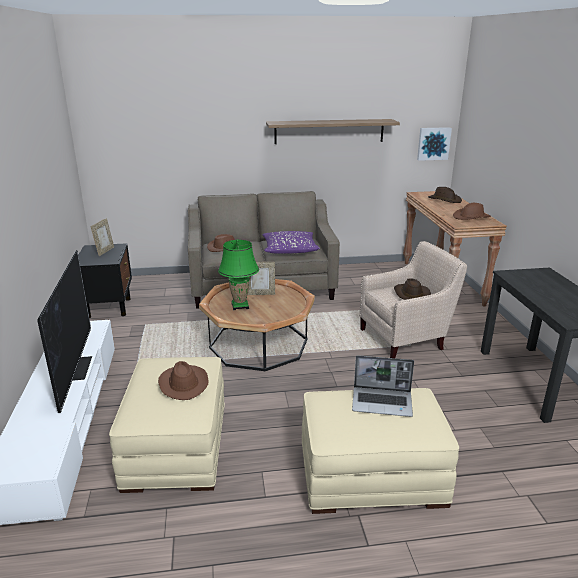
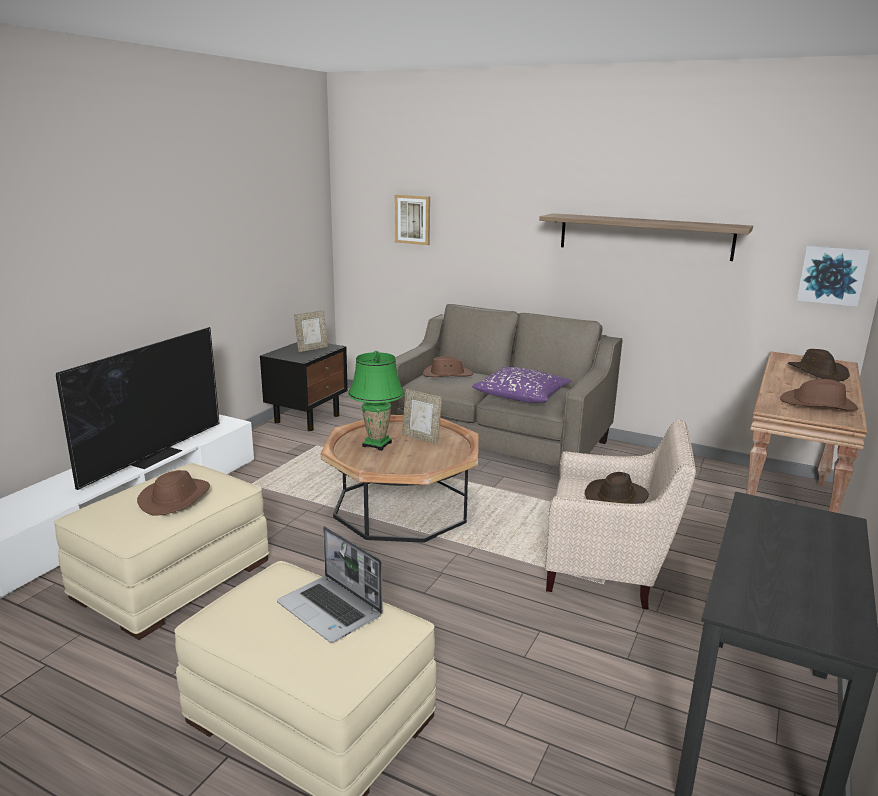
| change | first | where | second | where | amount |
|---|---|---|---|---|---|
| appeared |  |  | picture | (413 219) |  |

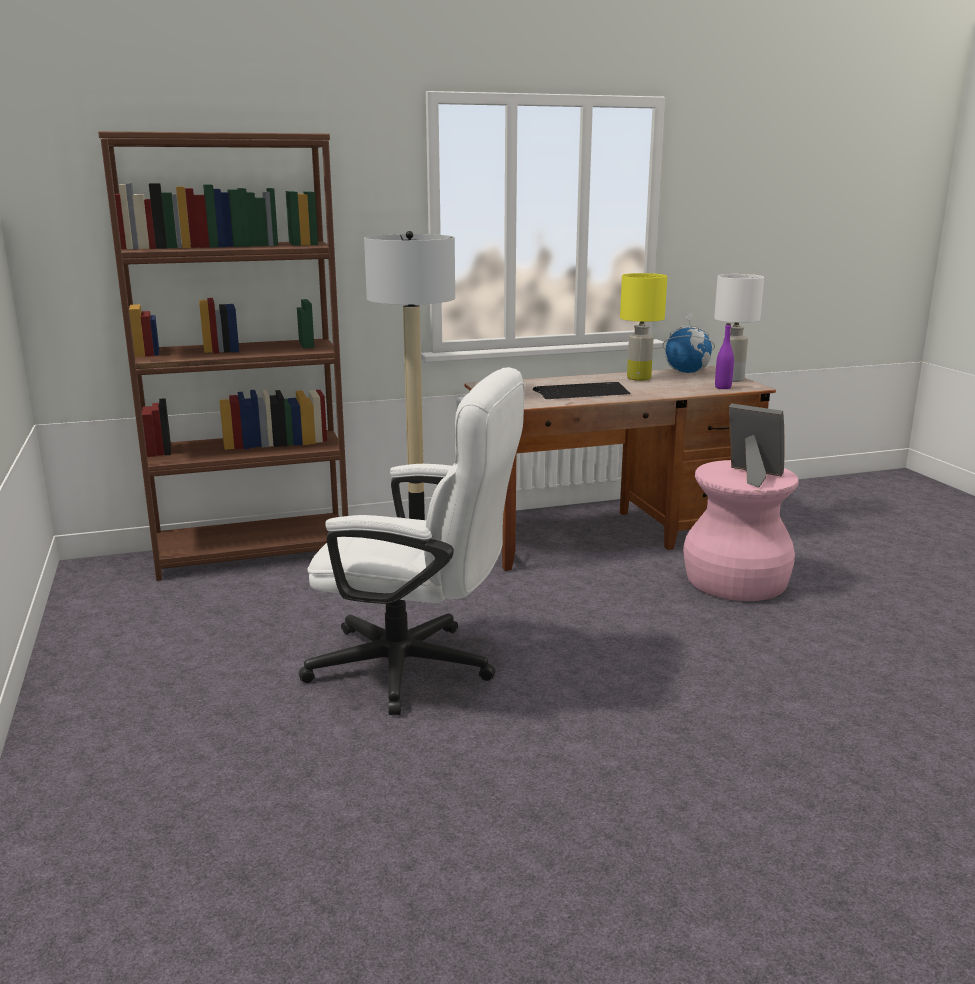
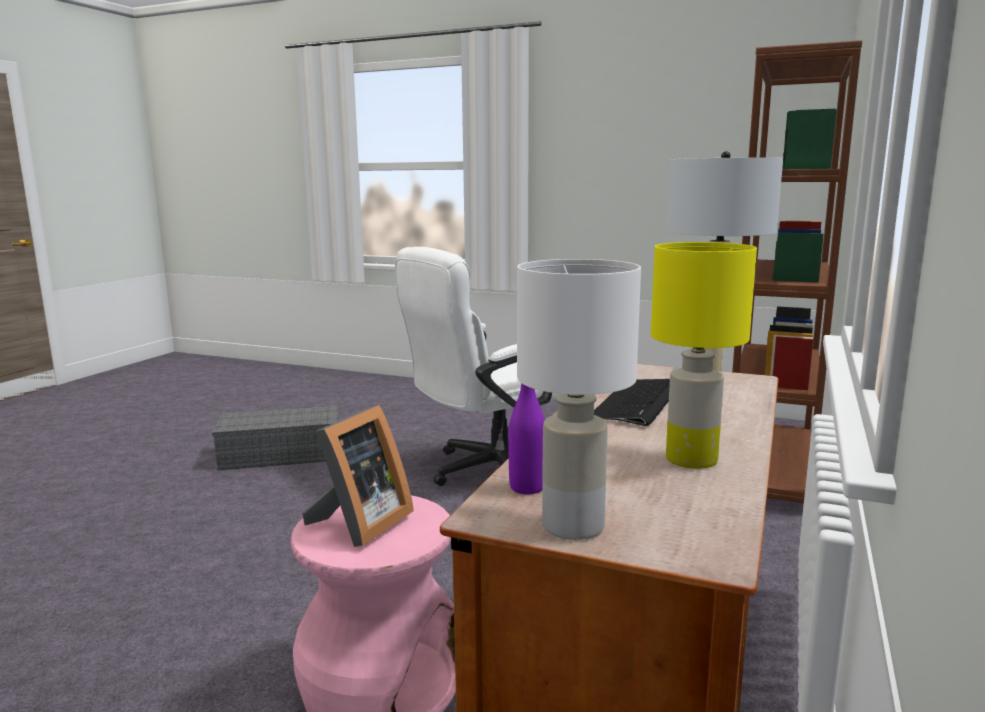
| change | first | where | second | where | amount |
|---|---|---|---|---|---|
| appeared |  |  | grey_storage_container | (283 454) |  |
| spun | standing_frame | (752 476) |  | (359 524) | 45 degrees counterclockwise |
| missing | world_globe | (687 372) |  |  |  |

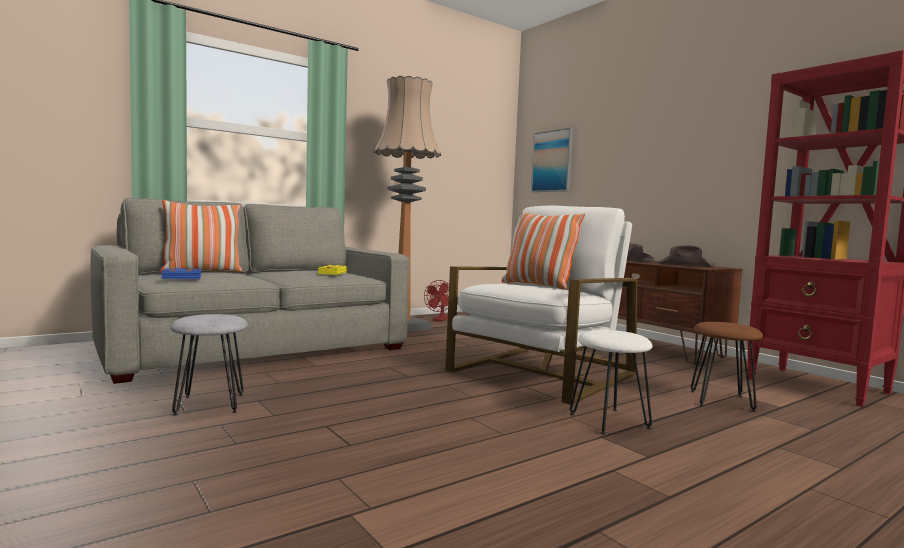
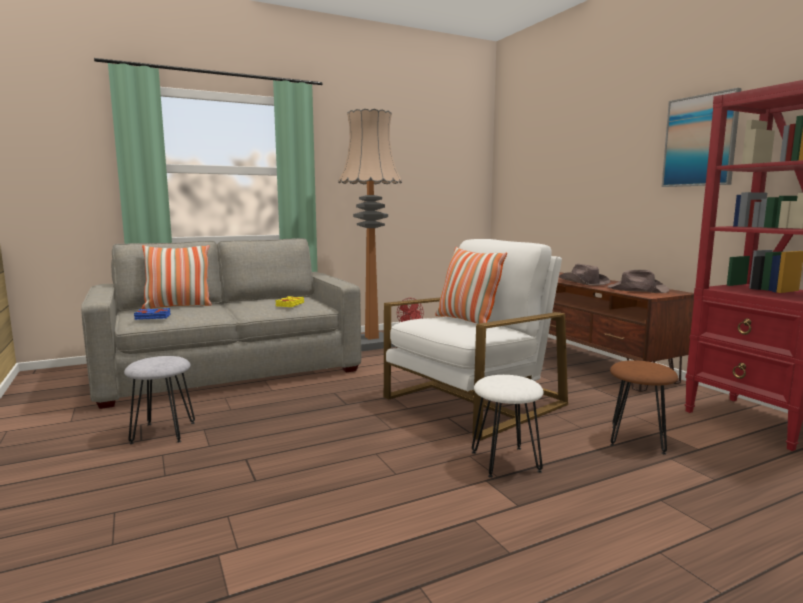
| change | first | where | second | where | amount |
|---|---|---|---|---|---|
| relocated | picture | (552 161) |  | (700 141) |  |

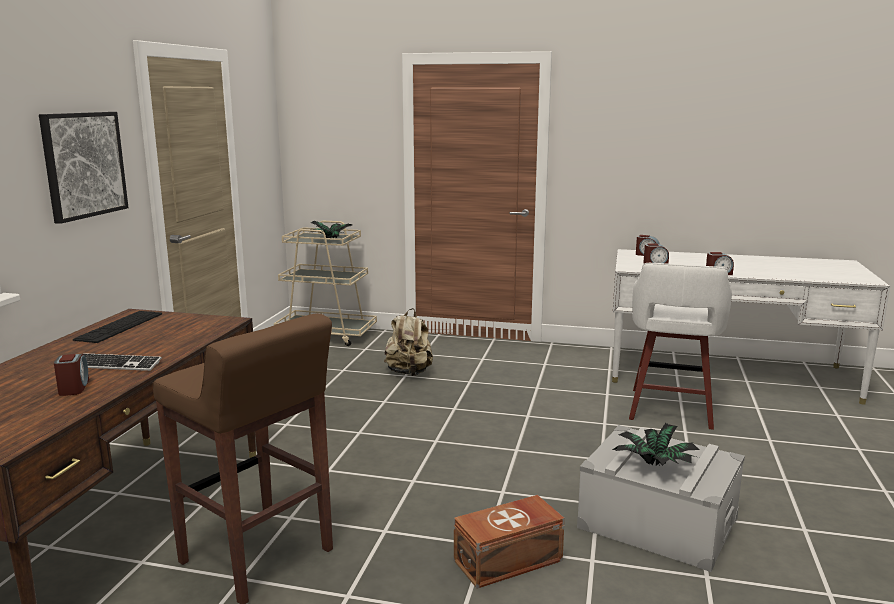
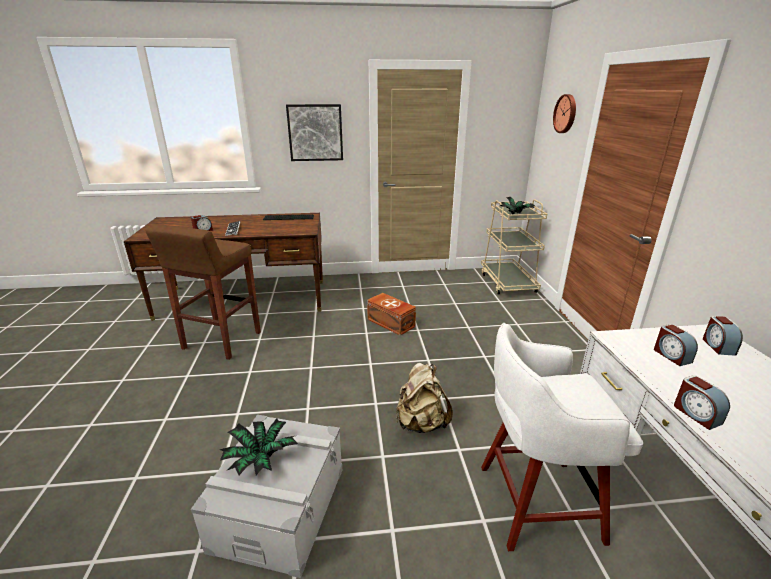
| change | first | where | second | where | amount |
|---|---|---|---|---|---|
| relocated | brown_storage_container | (510 561) |  | (391 323) |  |
| relocated | beige-coloured_backpack | (409 373) |  | (421 423) |  |
| appeared |  |  | hanging_clock | (566 114) |  |

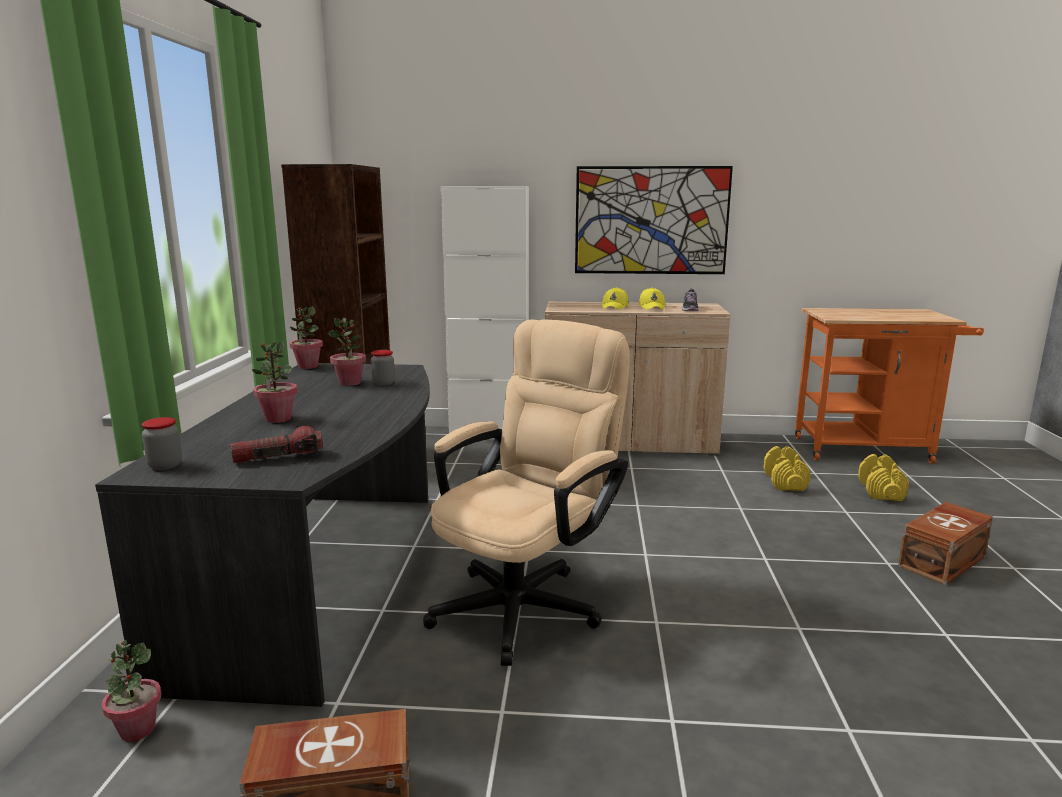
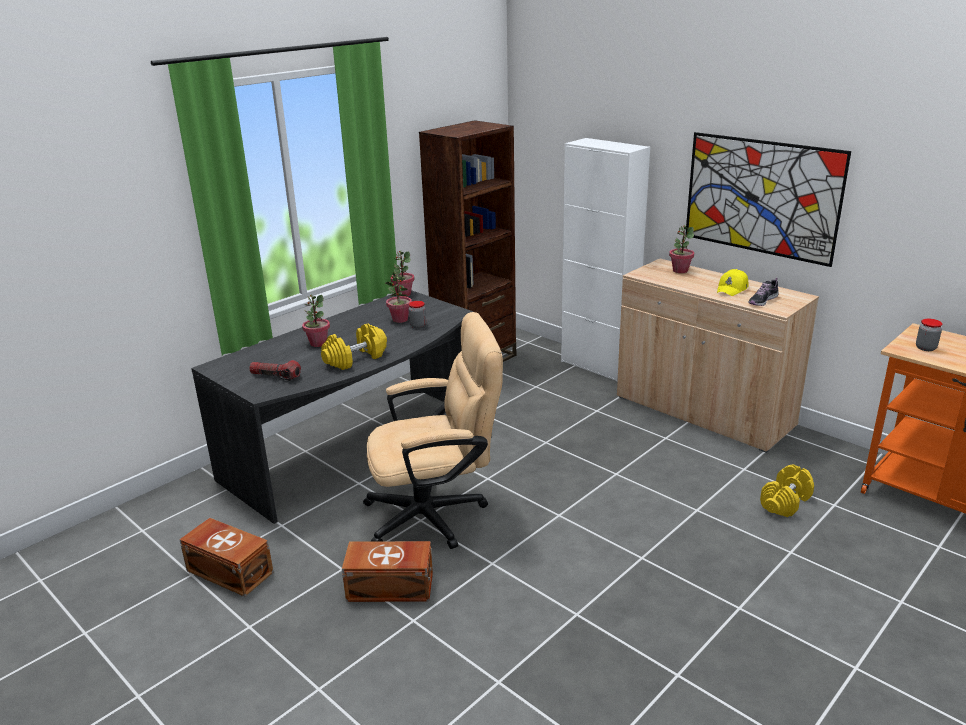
| change | first | where | second | where | amount |
|---|---|---|---|---|---|
| relocated | yellowish_hand_weight | (880 490) |  | (355 359) |  |
| relocated | brown_storage_container | (944 561) |  | (391 588) |  |
| relocated | potted_plant | (137 730) |  | (680 270) |  |
| relocated | storage_jar | (165 465) |  | (925 348) |  |
| missing | yellowish_baseball_cap | (615 307) |  |  |  |

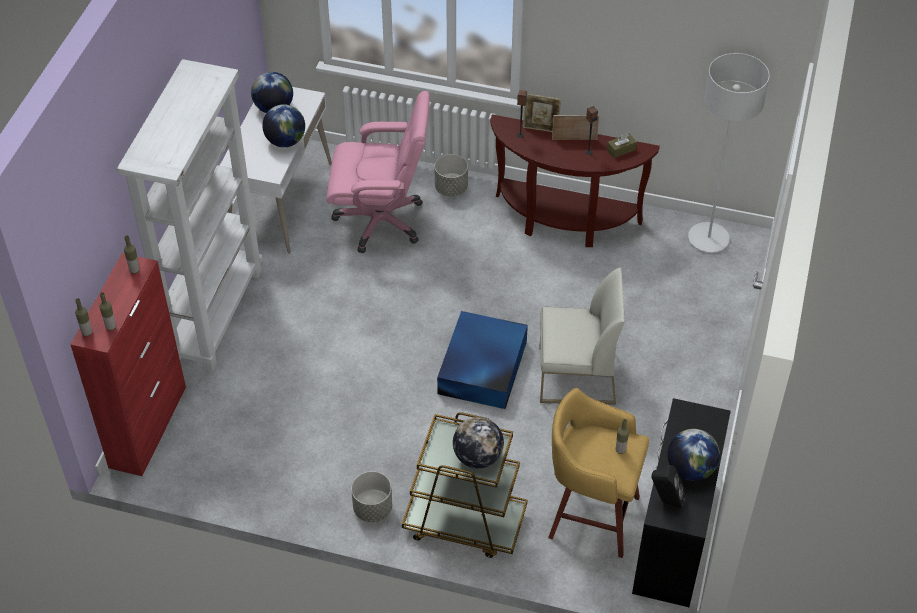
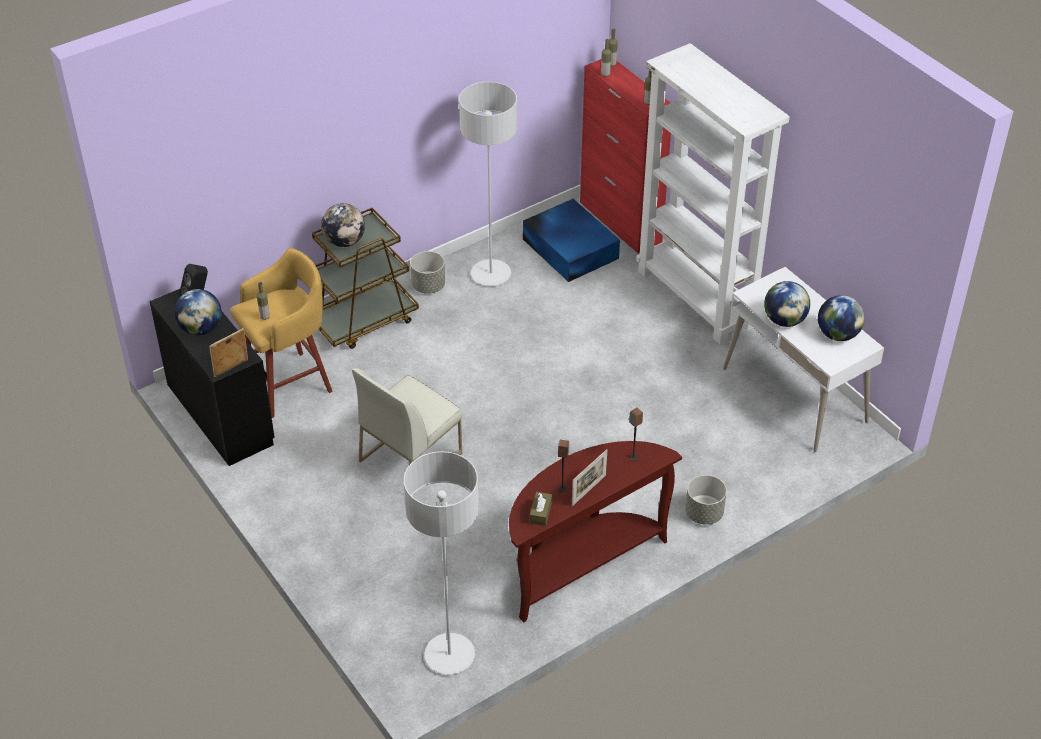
| change | first | where | second | where | amount |
|---|---|---|---|---|---|
| relocated | standing_frame | (541 129) |  | (231 369) |  |
| appeared |  |  | grey_standing_lamp | (491 274) |  |
| relocated | blue_storage_container | (481 368) |  | (570 248) |  |
| missing | pink_desk_chair | (381 220) |  |  |  |

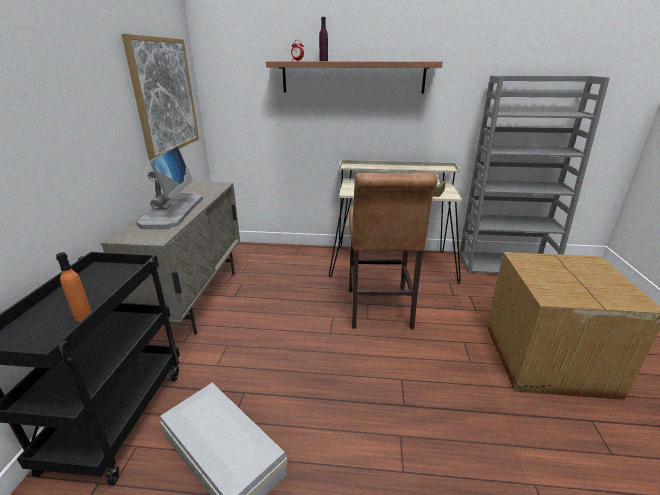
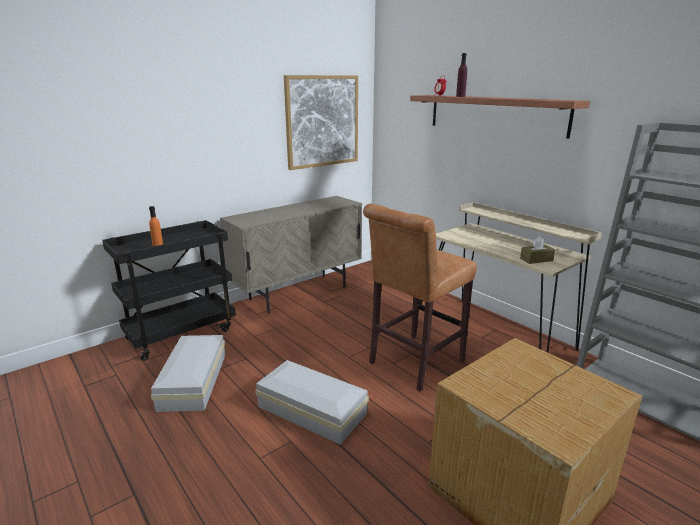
| change | first | where | second | where | amount |
|---|---|---|---|---|---|
| appeared |  |  | white_storage_container | (311 409) |  |
| missing | computer_display | (173 210) |  |  |  |

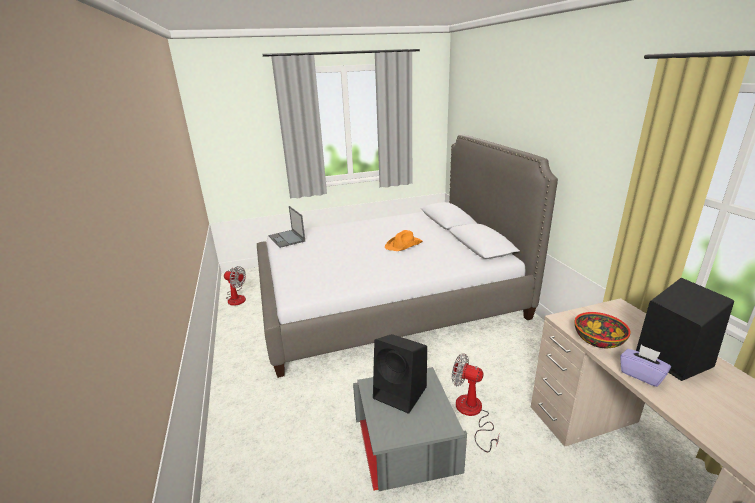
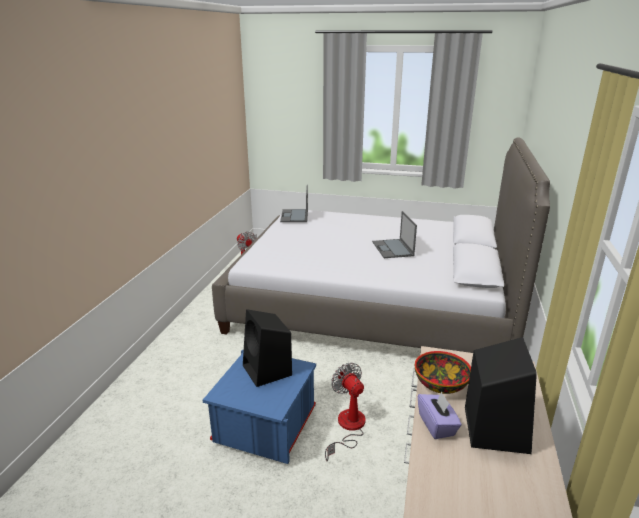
| change | first | where | second | where | amount |
|---|---|---|---|---|---|
| colour | grey_storage_container | (405 448) | blue_storage_container | (263 425) |  |
| exchanged | orange_wearable_hat | (404 245) | laptop | (393 249) |  |

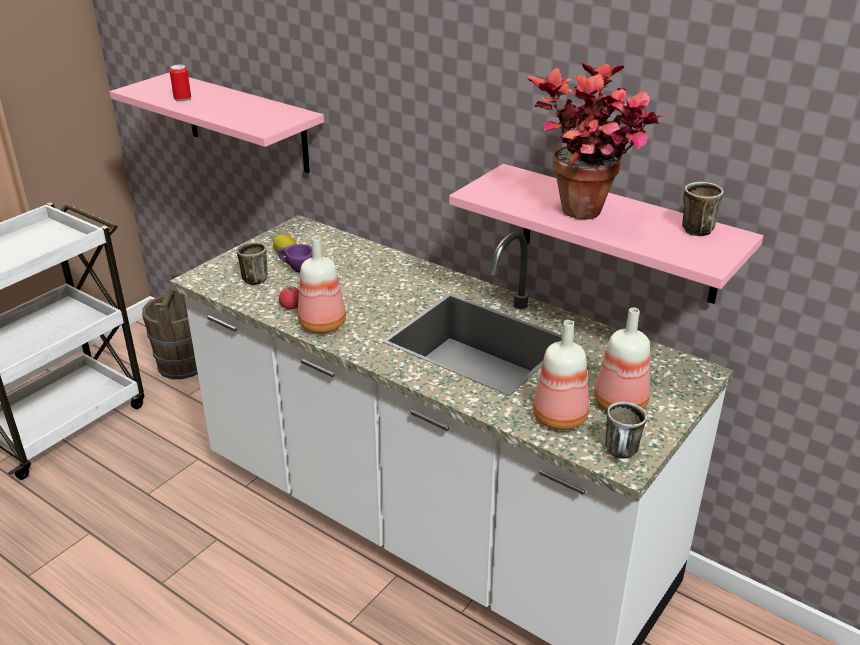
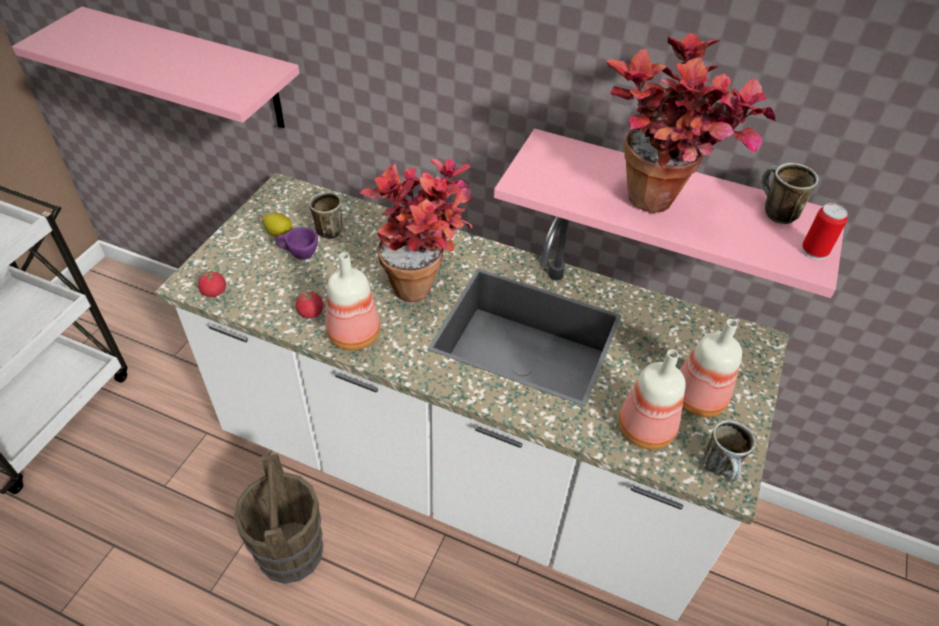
| change | first | where | second | where | amount |
|---|---|---|---|---|---|
| appeared |  |  | whole_tomato | (214 292) |  |
| relocated | brown_bucket | (182 364) |  | (290 551) |  |
| relocated | tea_mug | (255 277) |  | (328 228) |  |
| appeared |  |  | potted_plant | (425 284) |  |
| relocated | can | (182 99) |  | (814 251) |  |

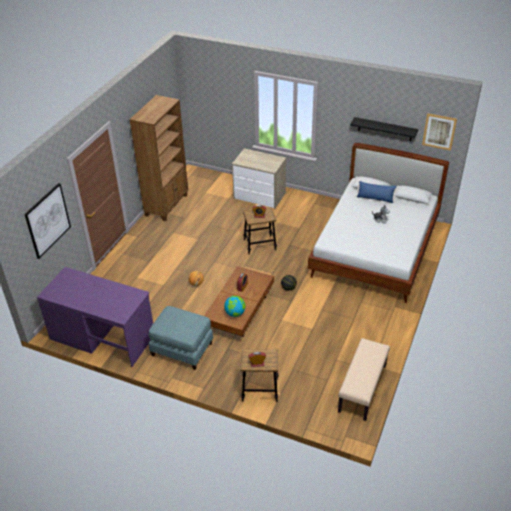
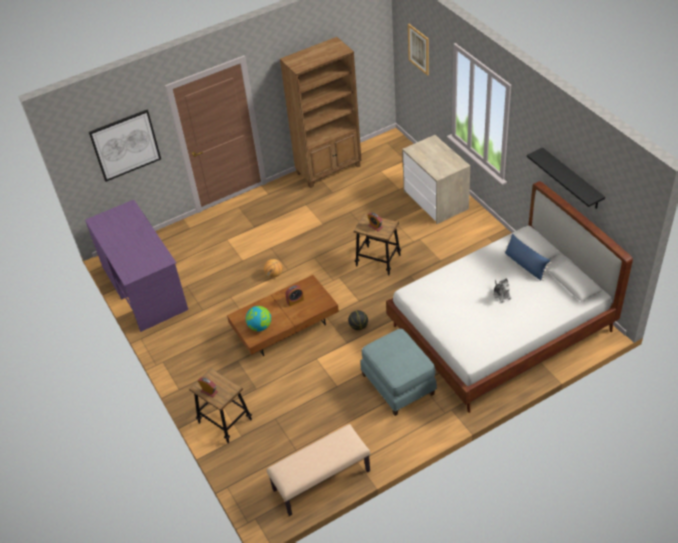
| change | first | where | second | where | amount |
|---|---|---|---|---|---|
| relocated | blue_footrest | (182 348) |  | (399 384) |  |
| relocated | picture | (439 131) |  | (418 49) |  |

